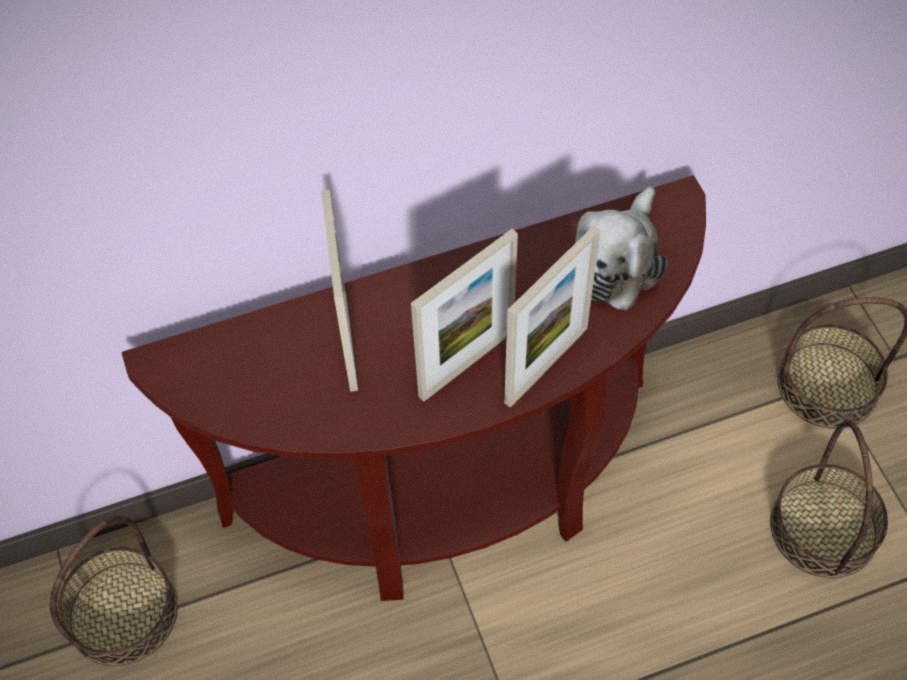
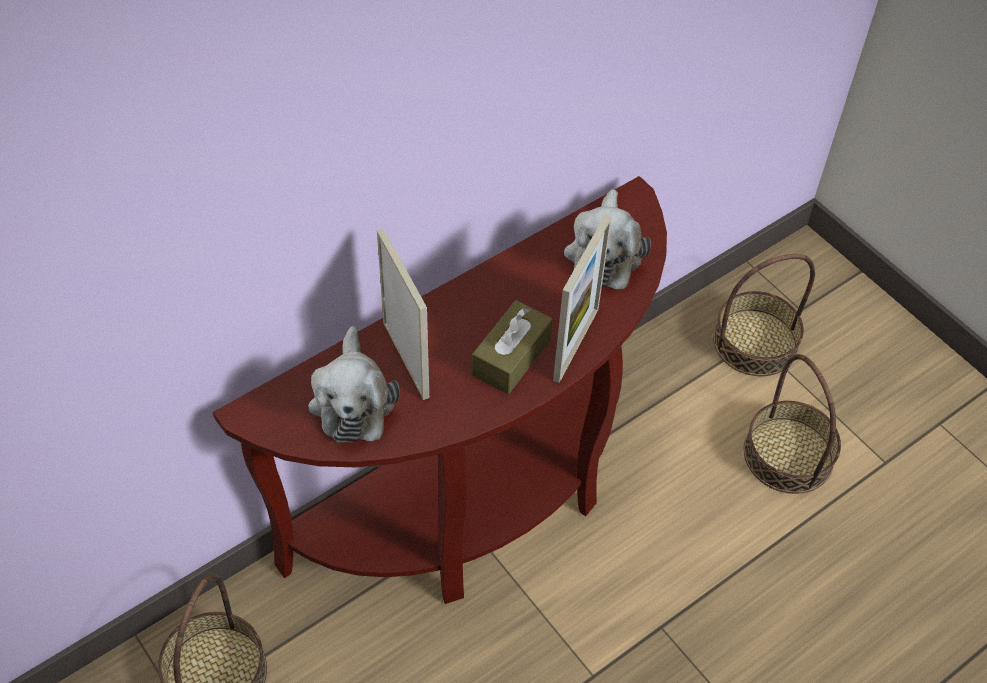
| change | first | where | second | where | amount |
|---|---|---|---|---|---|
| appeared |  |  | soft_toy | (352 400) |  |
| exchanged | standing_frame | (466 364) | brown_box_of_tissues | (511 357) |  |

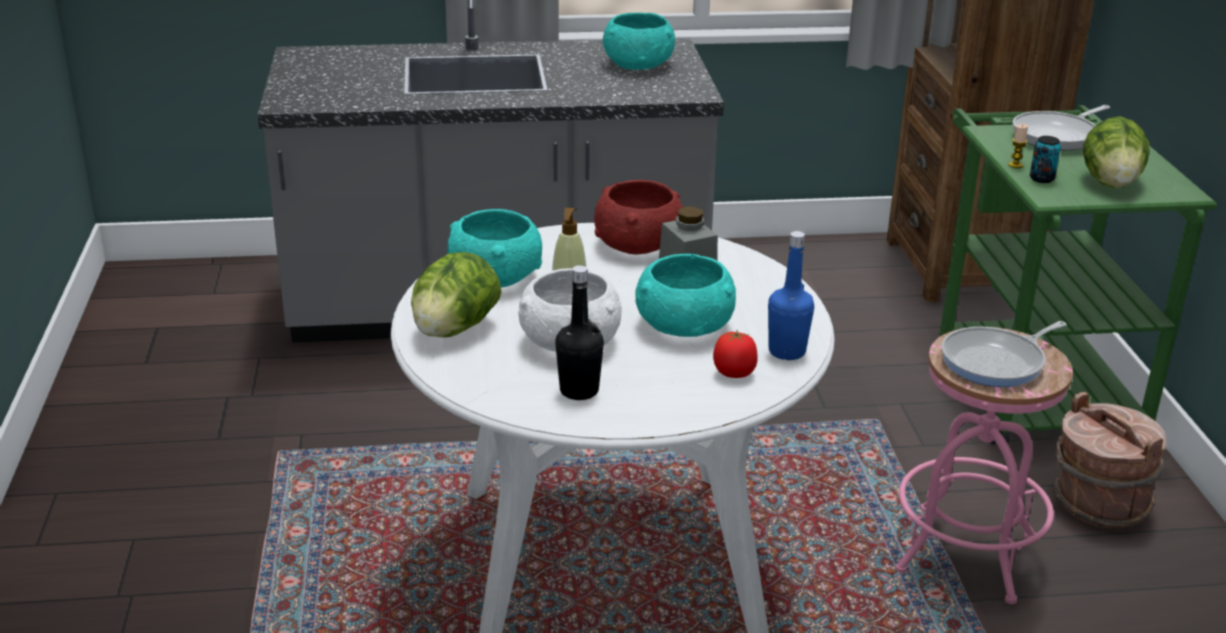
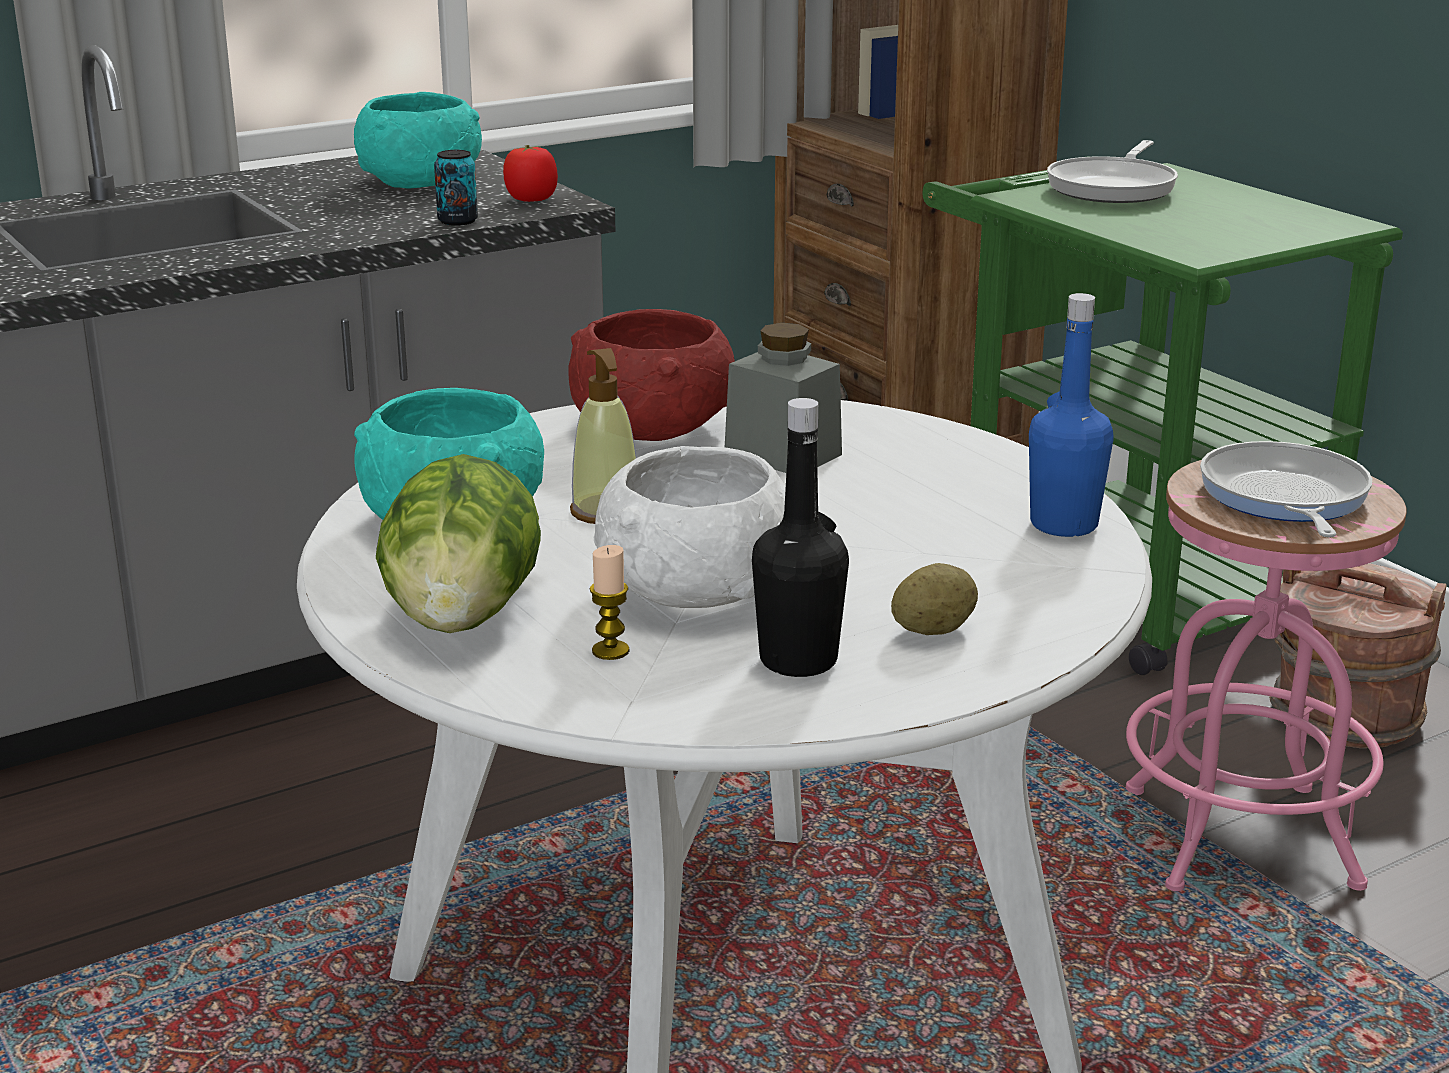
| change | first | where | second | where | amount |
|---|---|---|---|---|---|
| relocated | can | (1041 178) |  | (457 221) |  |
| relocated | whole_tomato | (734 373) |  | (531 200) |  |
| relocated | candle | (1015 165) |  | (610 651) |  |
| appeared |  |  | whole_potato | (933 631) |  |
| spun | pan | (997 362) |  | (1284 498) | 150 degrees clockwise |
| missing | turquoise_serving_bowl | (684 326) |  |  |  |
| missing | head_of_lettuce | (1111 183) |  |  |  |

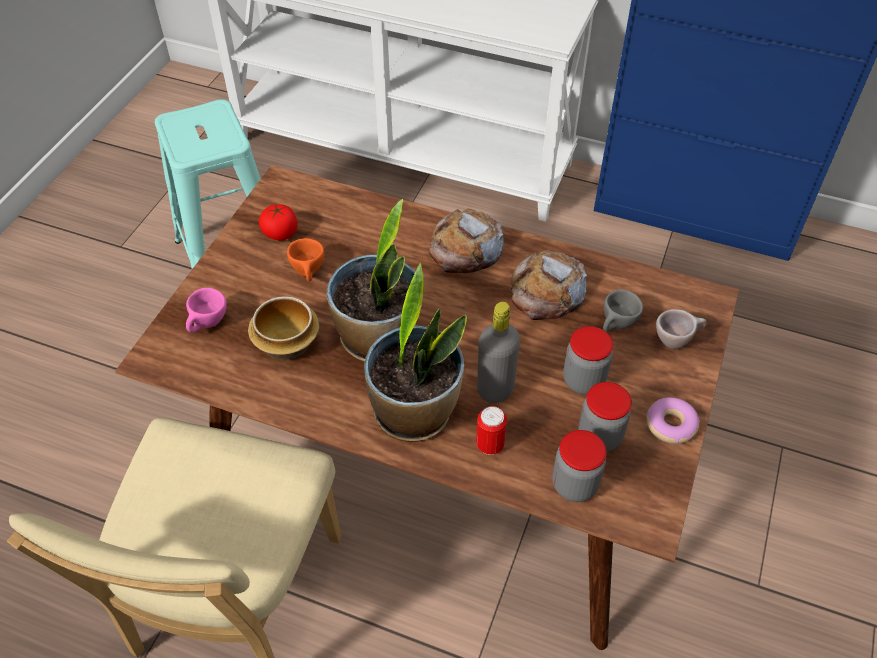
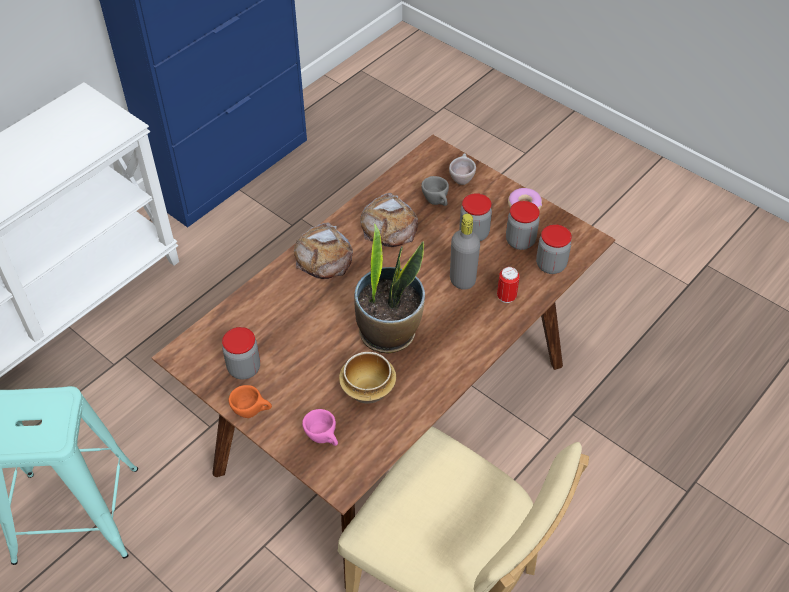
| change | first | where | second | where | amount |
|---|---|---|---|---|---|
| exchanged | whole_tomato | (280 233) | storage_jar | (244 368) |  |
| relocated | orange_small_cup | (309 274) |  | (252 412) |  |
| missing | potted_plant | (415 413) |  |  |  |

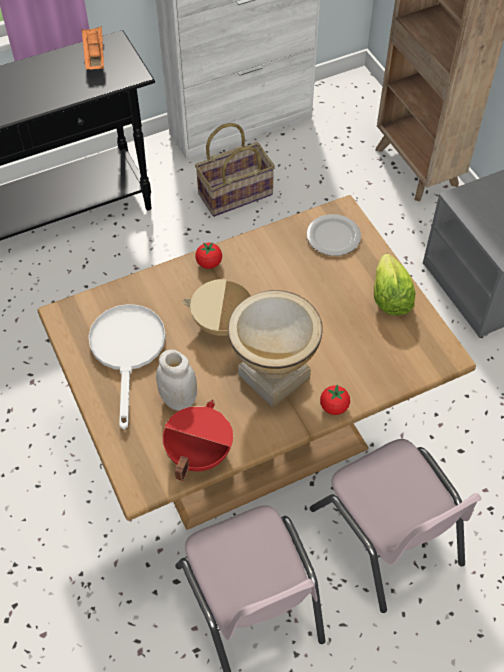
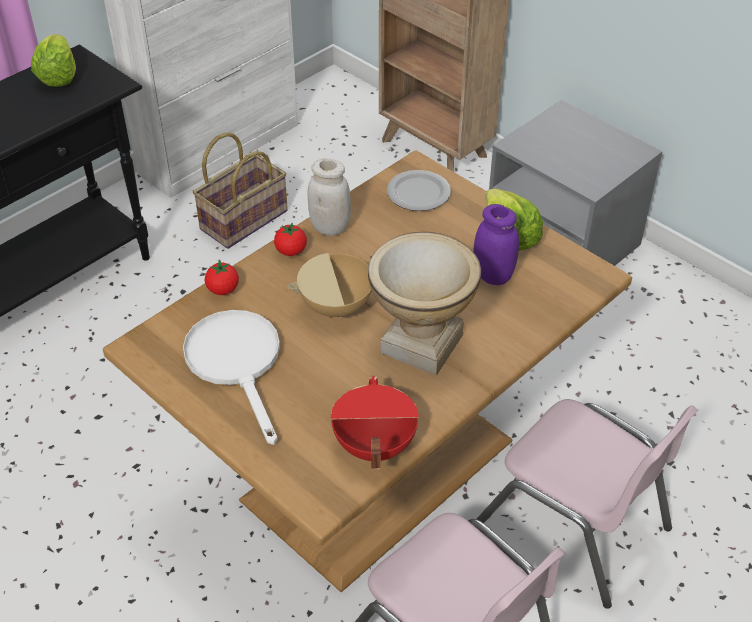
| change | first | where | second | where | amount |
|---|---|---|---|---|---|
| exchanged | orange_serving_tray | (94 57) | head_of_lettuce | (58 76) |  |
| relocated | whole_tomato | (334 407) |  | (223 290) |  |
| relocated | white_storage_jar | (179 399) |  | (330 227) |  |
| appeared |  |  | purplish_storage_jar | (493 275) |  |

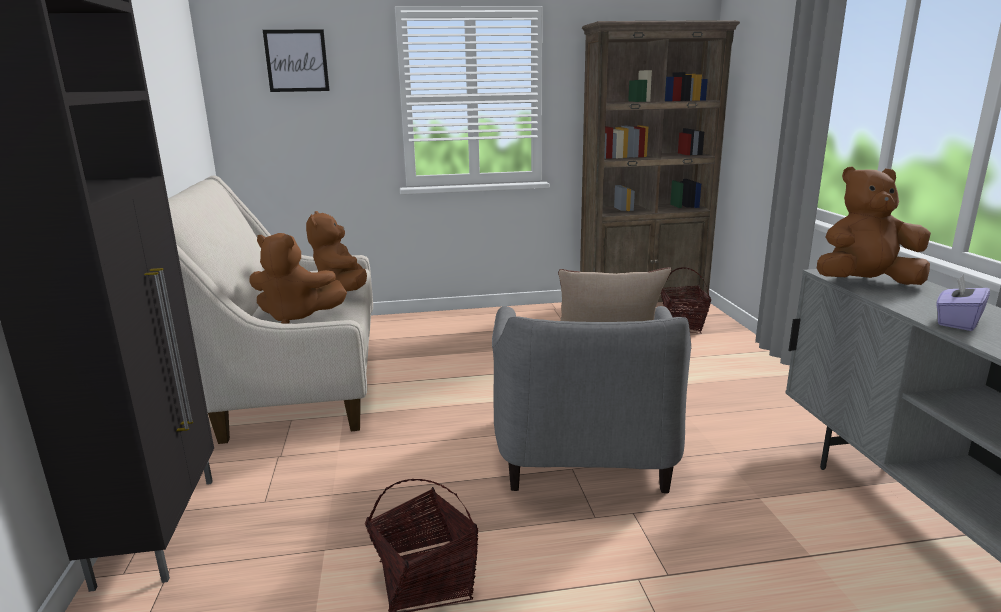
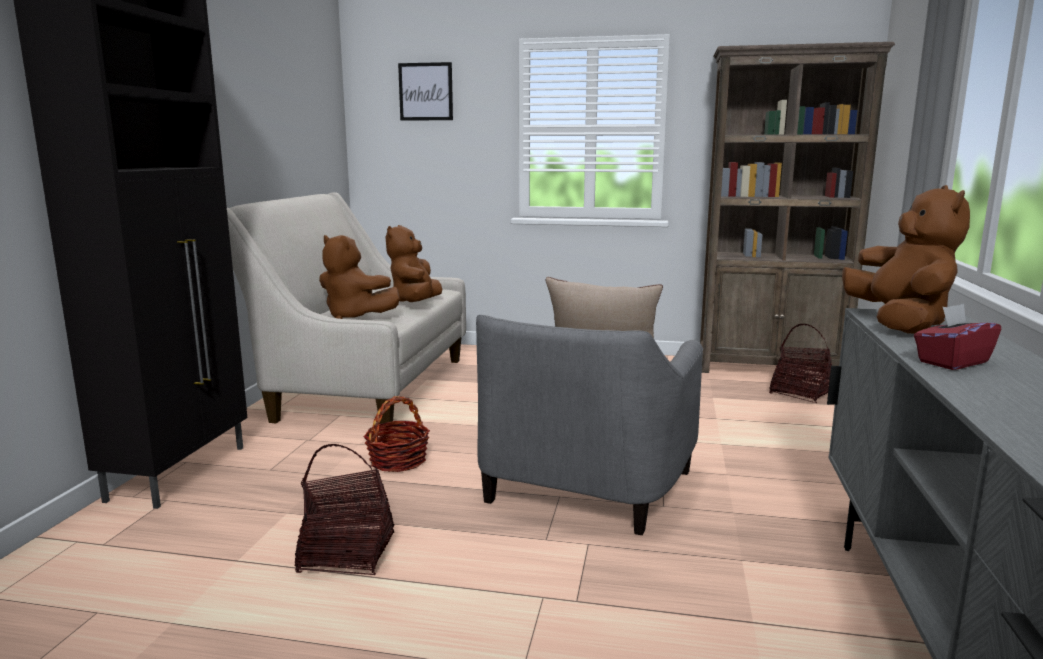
| change | first | where | second | where | amount |
|---|---|---|---|---|---|
| appeared |  |  | storage_basket | (398 461) |  |
| spun | brown_soft_toy | (865 283) |  | (899 324) | 75 degrees clockwise |
| colour | purplish_box_of_tissues | (957 322) | reddish_box_of_tissues | (952 362) |  |

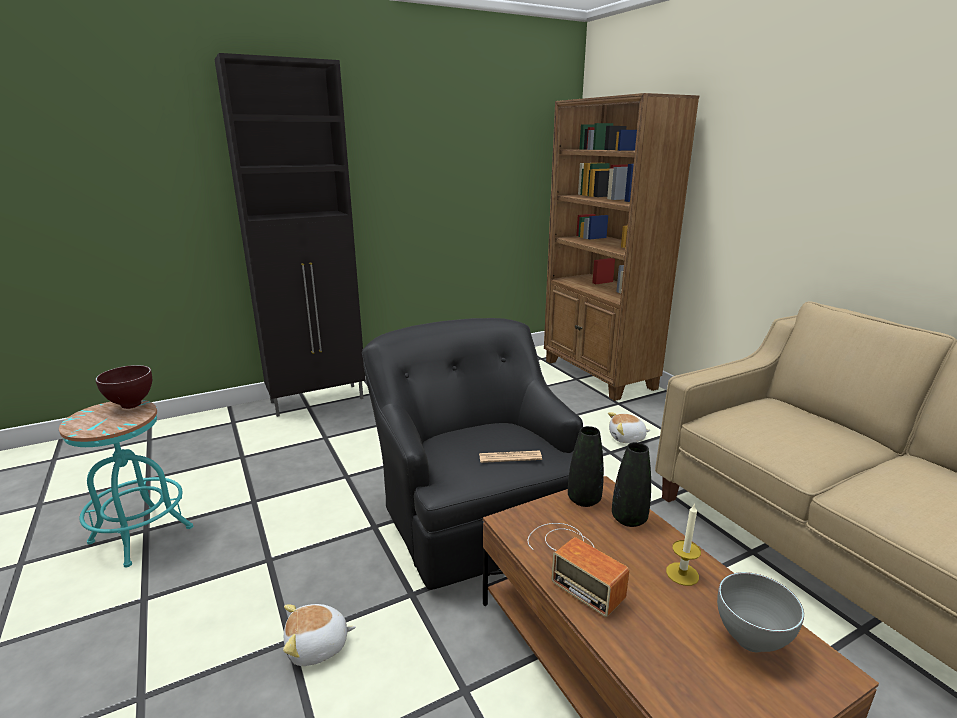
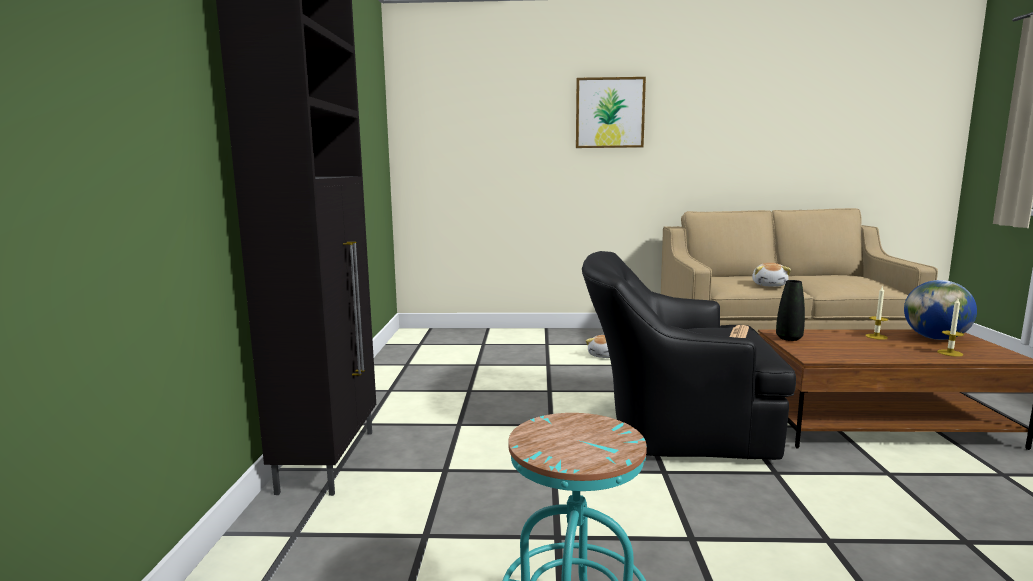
| change | first | where | second | where | amount |
|---|---|---|---|---|---|
| appeared |  |  | picture | (609 113) |  |
| relocated | soft_toy | (317 647) |  | (769 285) |  |
| exchanged | grey_serving_bowl | (752 643) | world_globe | (935 338) |  |
| appeared |  |  | candle | (950 353) |  |
| missing | brown_serving_bowl | (132 405) |  |  |  |
| missing | radio_set | (573 561) |  |  |  |
| missing | brown_bookshelf | (598 375) |  |  |  |
| missing | blackish_decorative_vase | (629 519) |  |  |  |

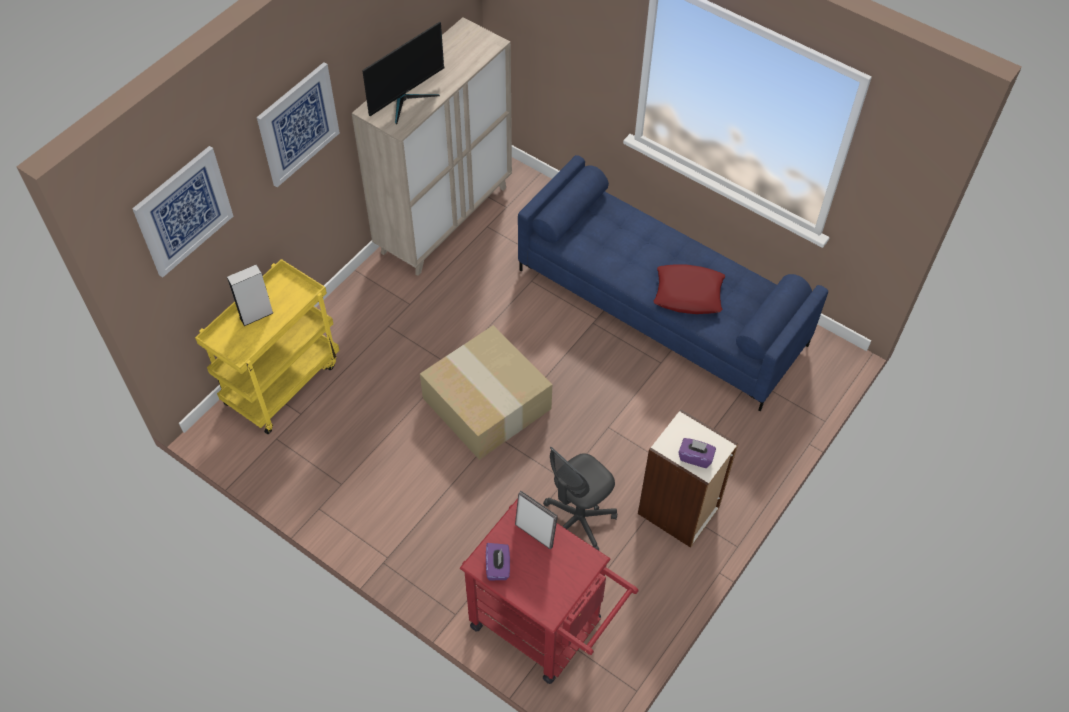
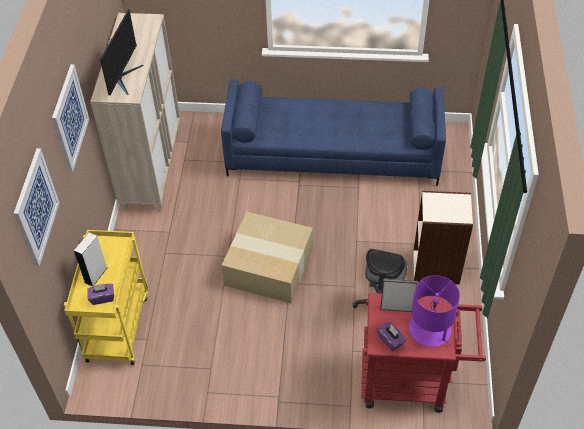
| change | first | where | second | where | amount |
|---|---|---|---|---|---|
| relocated | purplish_box_of_tissues | (695 457) |  | (102 298) |  |
| appeared |  |  | purplish_table_lamp | (430 330) |  |
| missing | reddish_pillow | (688 293) |  |  |  |

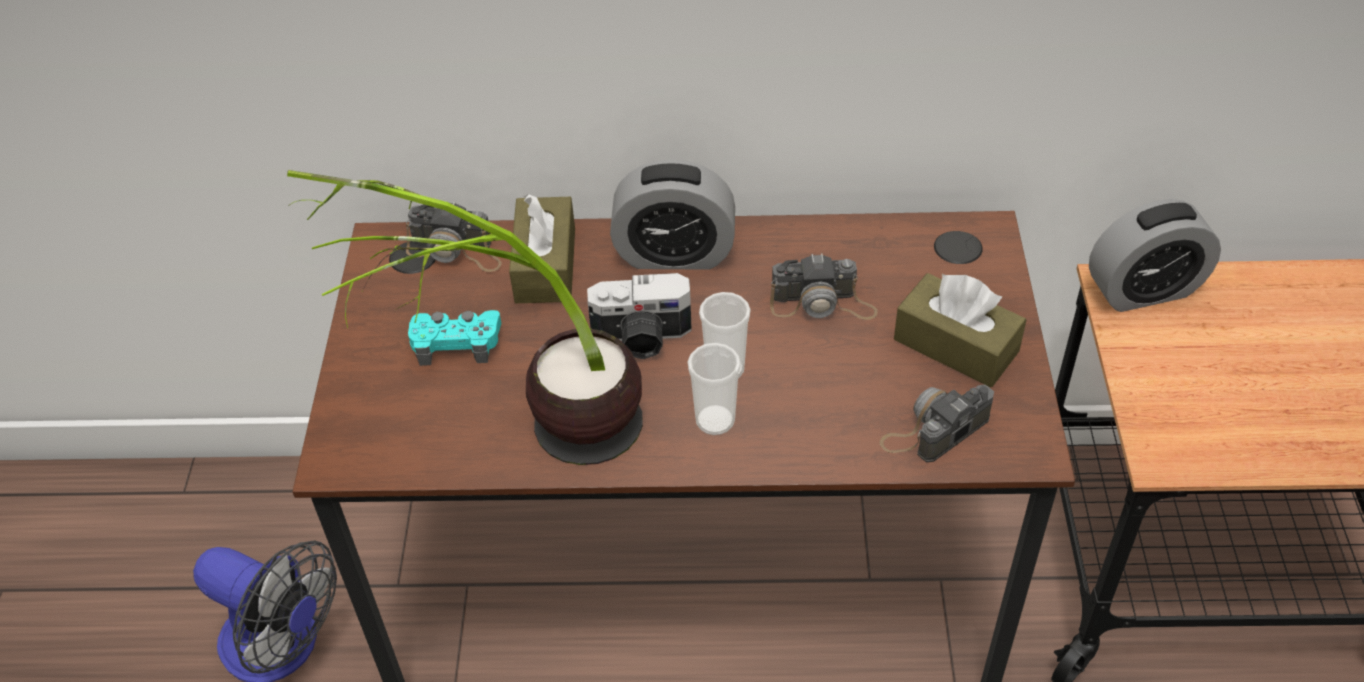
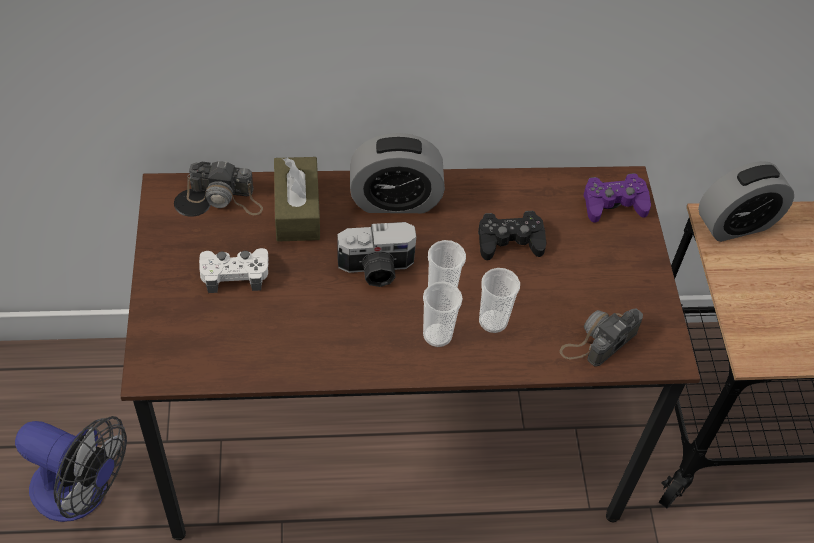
| change | first | where | second | where | amount |
|---|---|---|---|---|---|
| colour | turquoise_gamepad | (456 342) | white_gamepad | (235 273) |  |
| exchanged | photo_camera | (822 303) | blackish_gamepad | (509 241) |  |
| appeared |  |  | small_cup | (493 321) |  |
| appeared |  |  | purplish_gamepad | (613 203) |  |
| missing | potted_plant | (521 431) |  |  |  |
| missing | brown_box_of_tissues | (956 345) |  |  |  |

